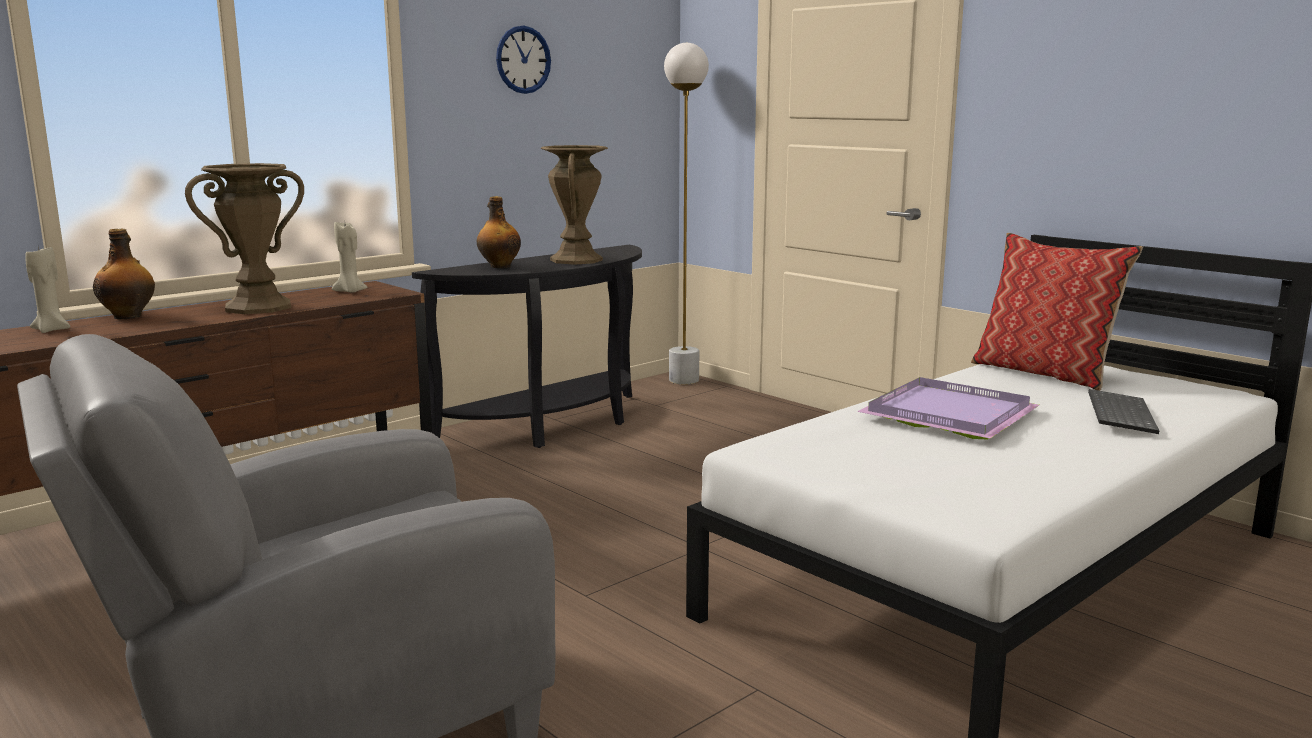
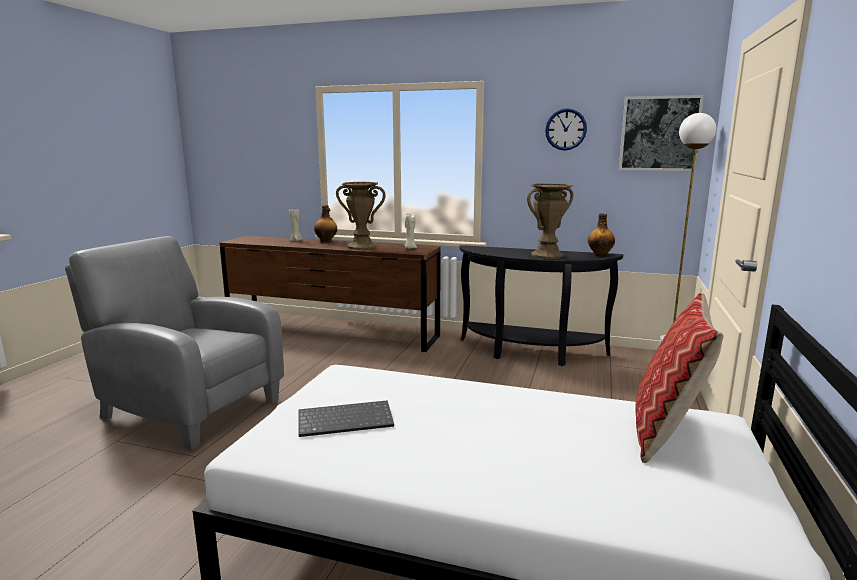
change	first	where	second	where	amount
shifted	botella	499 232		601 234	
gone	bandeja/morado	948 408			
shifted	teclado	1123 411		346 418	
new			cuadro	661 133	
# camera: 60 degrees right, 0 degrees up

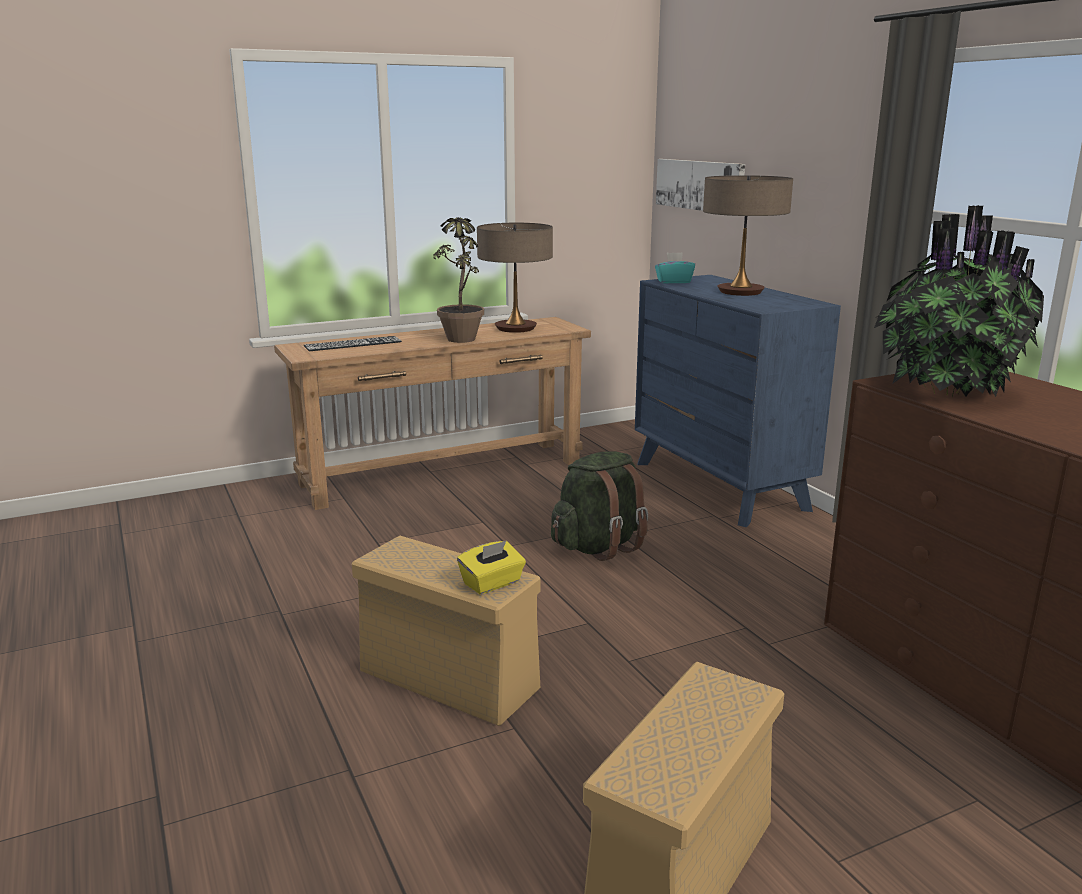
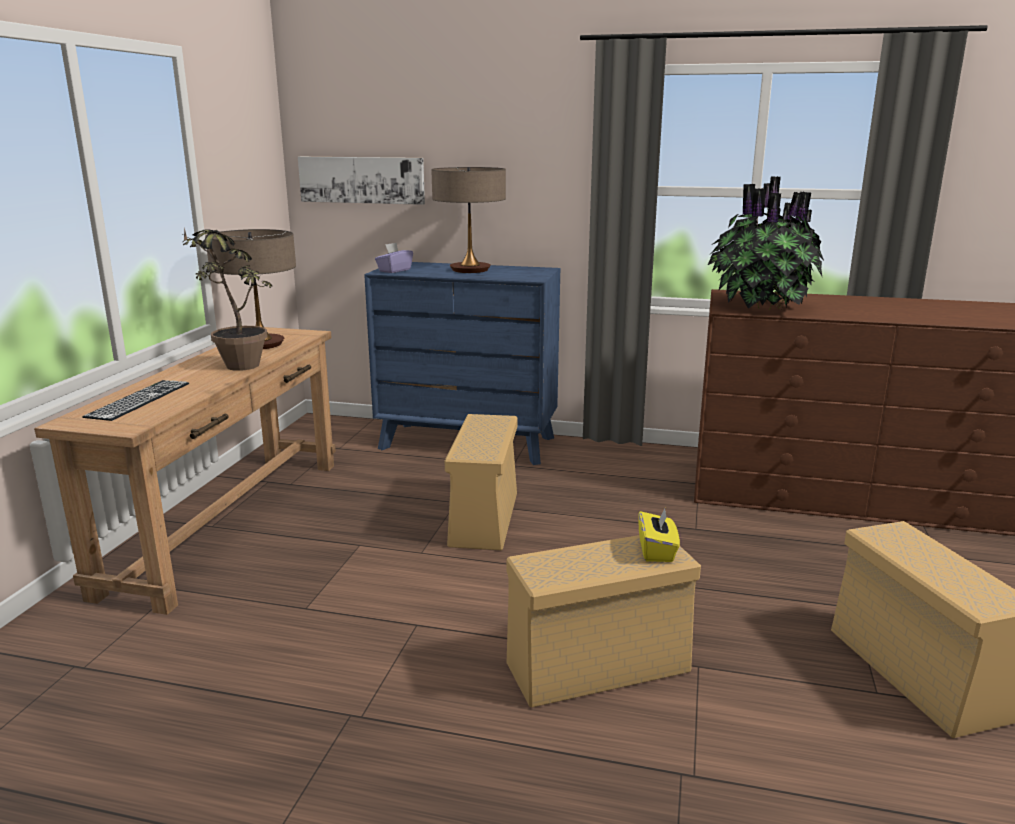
change	first	where	second	where	amount
repainted	caja de pañuelos/turquesa	675 267	caja de pañuelos/morado	394 258	
swapped	mochila/verde	599 506	caja de almacenaje/beis	481 482	
# camera: 50 degrees left, 0 degrees up

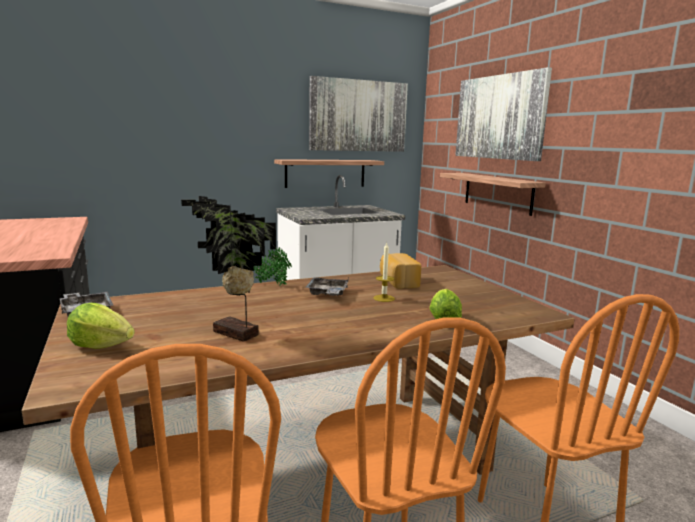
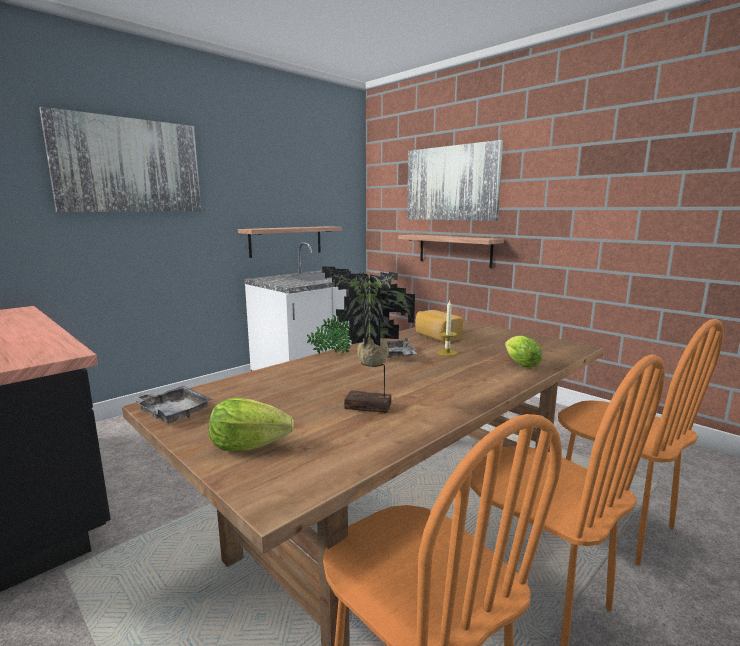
change	first	where	second	where	amount
shifted	cuadro	358 114		120 159	
# camera: 20 degrees left, 0 degrees up

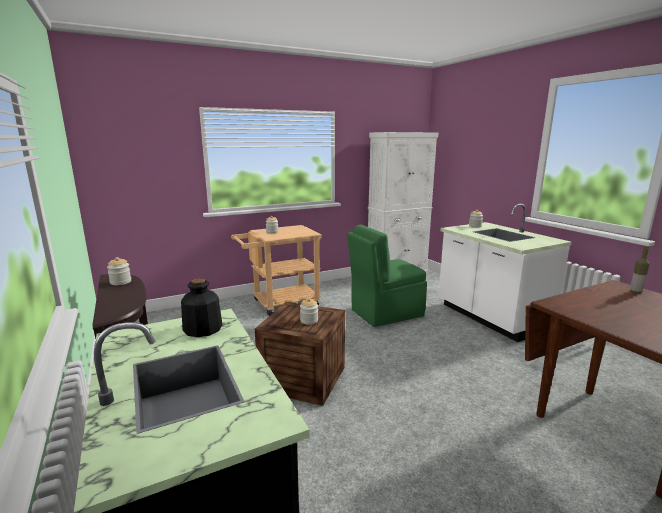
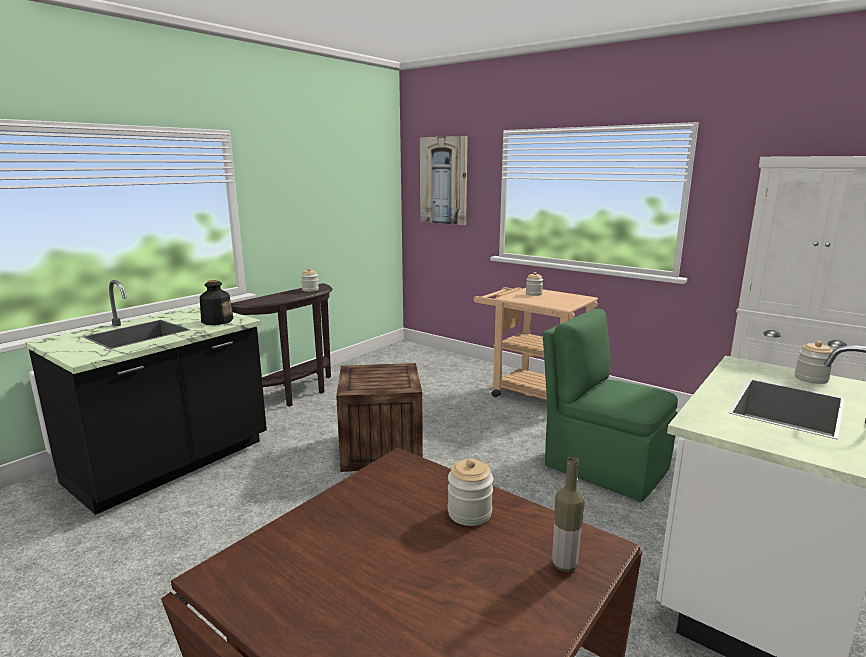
change	first	where	second	where	amount
shifted	tarro	309 311		470 492	
new			cuadro	444 180	
# camera: 65 degrees right, 0 degrees up

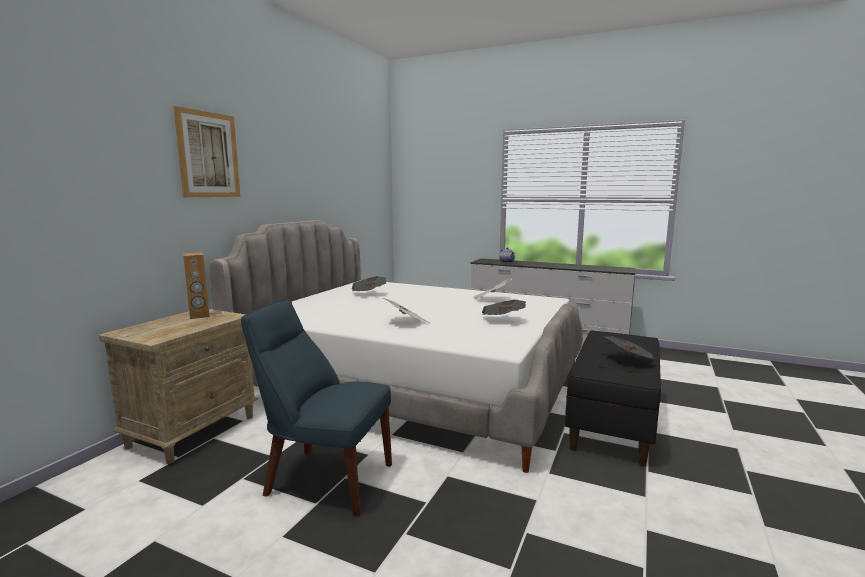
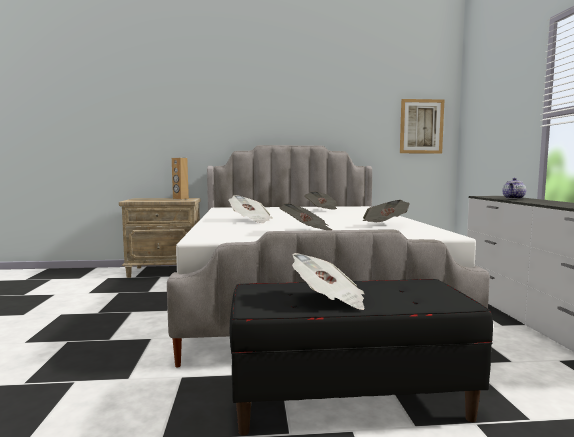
change	first	where	second	where	amount
shifted	cuadro	206 152		422 126	
gone	silla/azul	316 408			
# camera: 60 degrees right, 5 degrees down

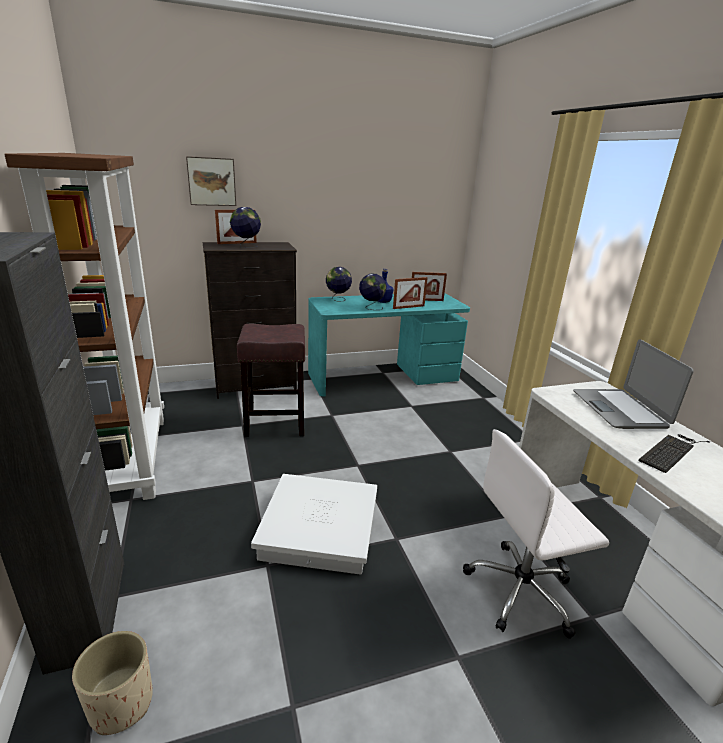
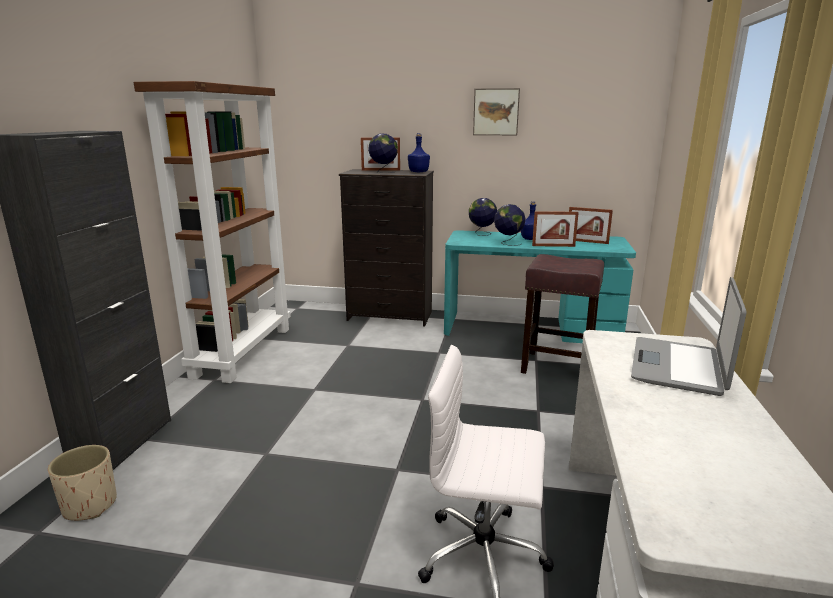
change	first	where	second	where	amount
shifted	cuadro	211 181		496 111	
shifted	taburete/marrón	271 380		562 314	
gone	teclado	674 453			
gone	caja de almacenaje/blanco	314 524			
new			botella/azul	419 152	
# camera: 30 degrees right, 5 degrees down

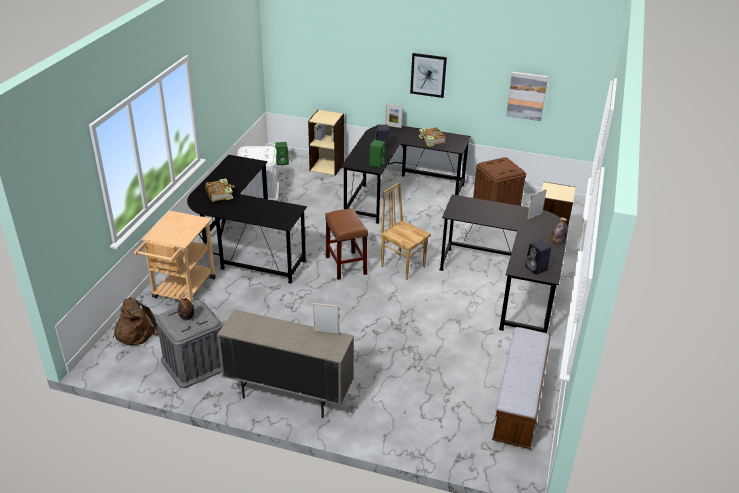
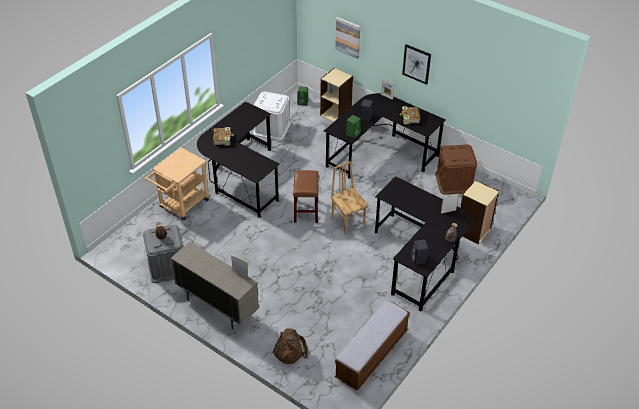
change	first	where	second	where	amount
shifted	cuadro	527 96		347 38	
shifted	mochila/marrón	135 321		290 346	
# camera: 20 degrees right, 10 degrees up

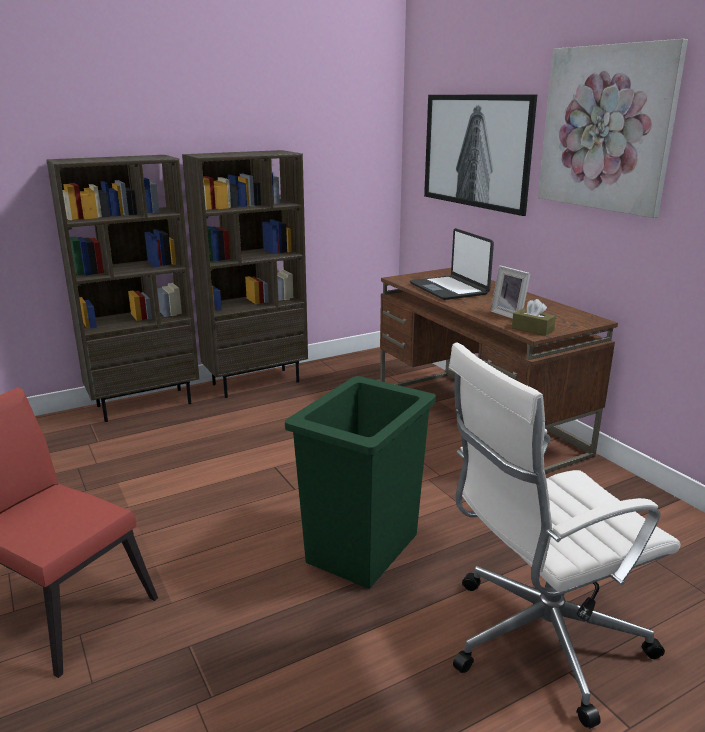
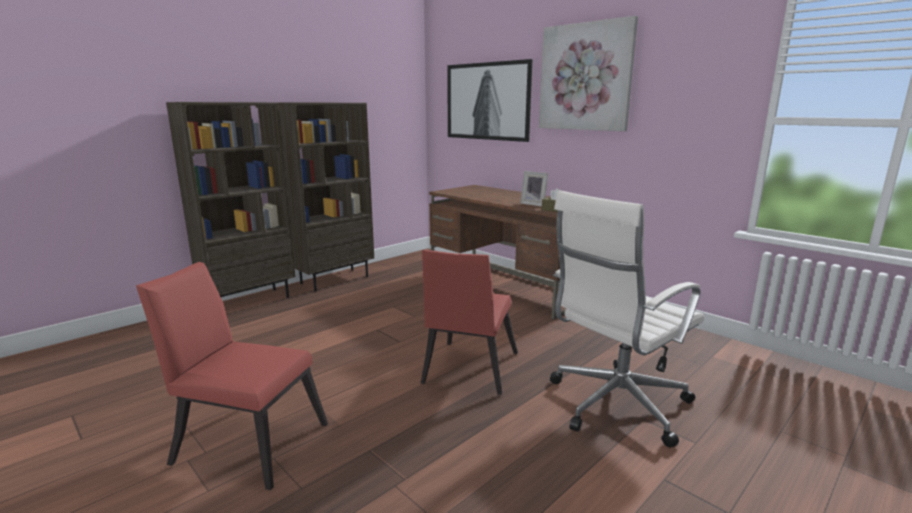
change	first	where	second	where	amount
gone	portátil	452 264			
swapped	papelera/verde	360 482	silla/rojo	469 322	
# camera: 15 degrees left, 5 degrees down

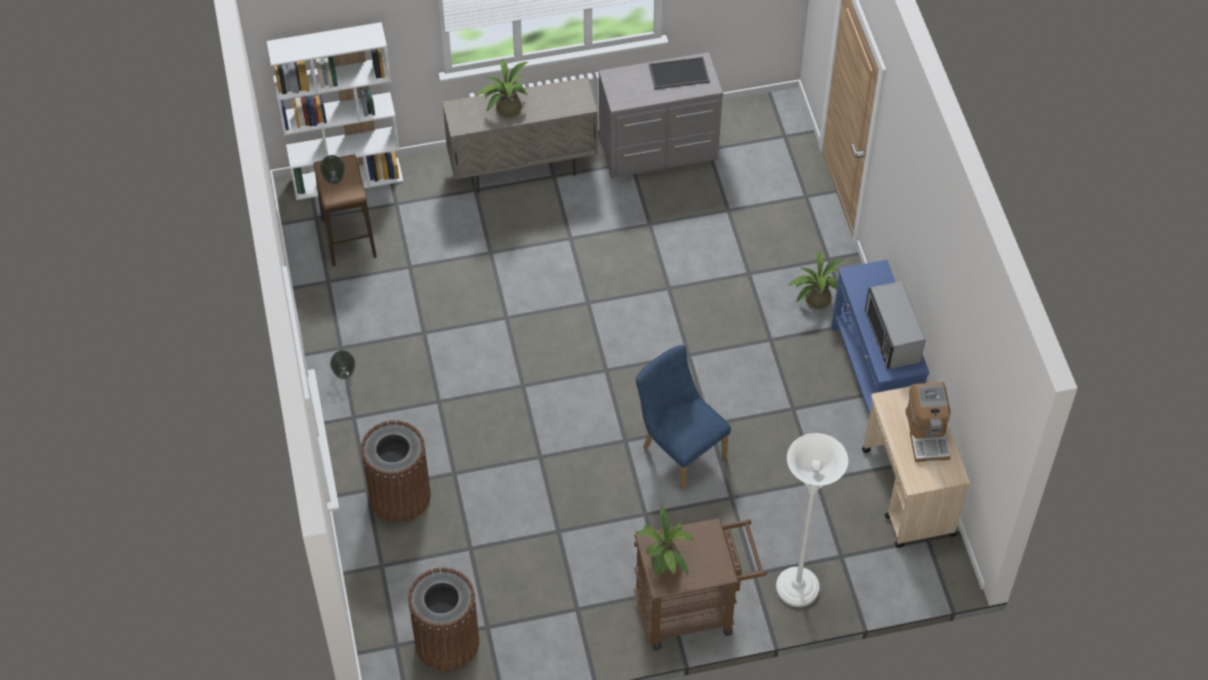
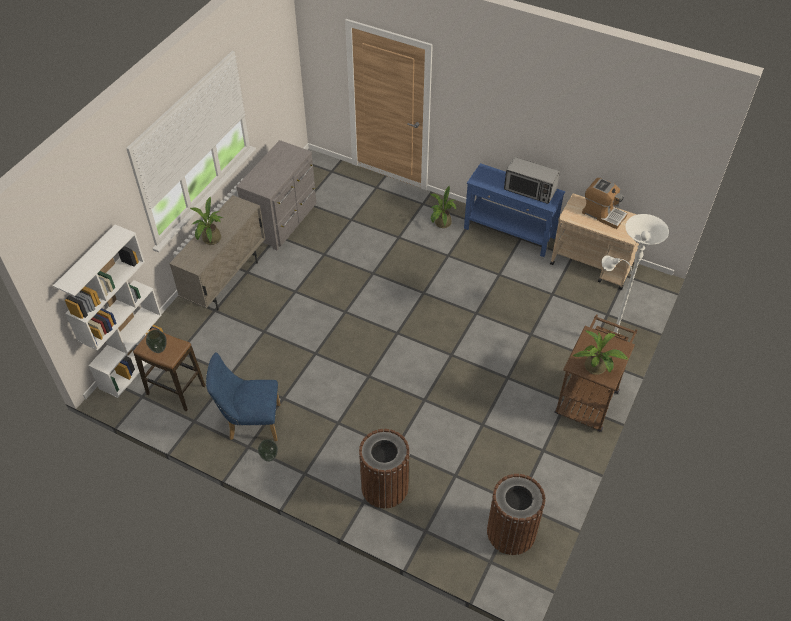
change	first	where	second	where	amount
gone	bandeja	679 73			
shifted	silla/azul	683 417		243 396	
# camera: 50 degrees left, 5 degrees down

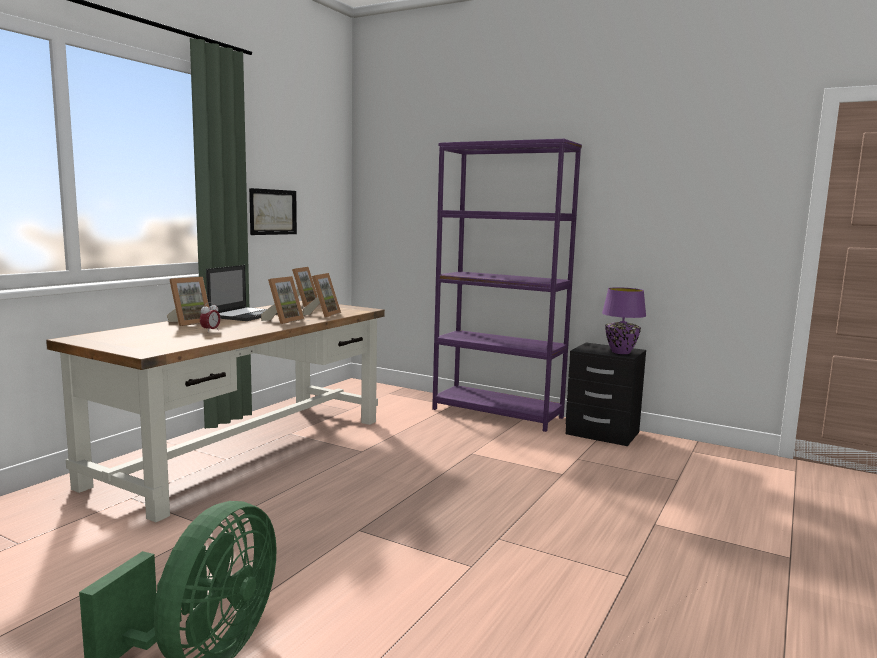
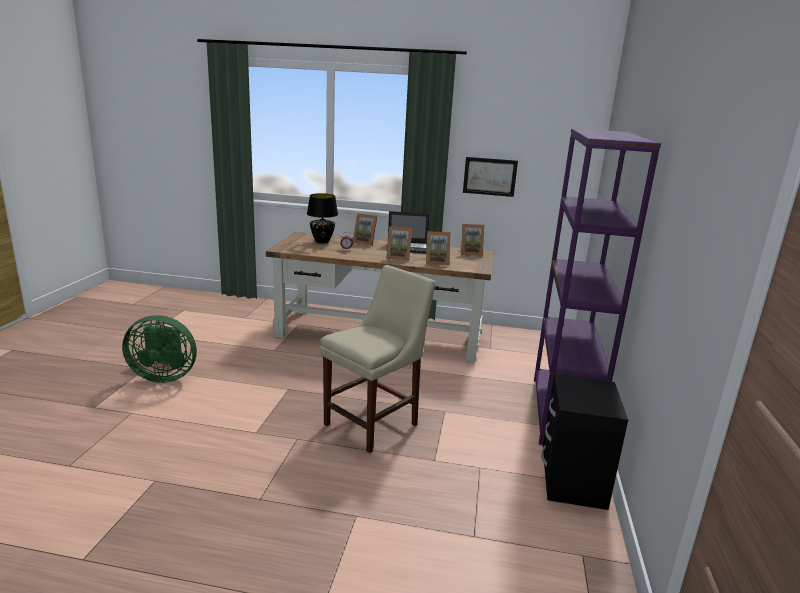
change	first	where	second	where	amount
gone	lámpara de mesa/morado	624 320			
new			lámpara de mesa/negro	322 218	
new			silla/beis	377 359	
# camera: 70 degrees right, 10 degrees up

